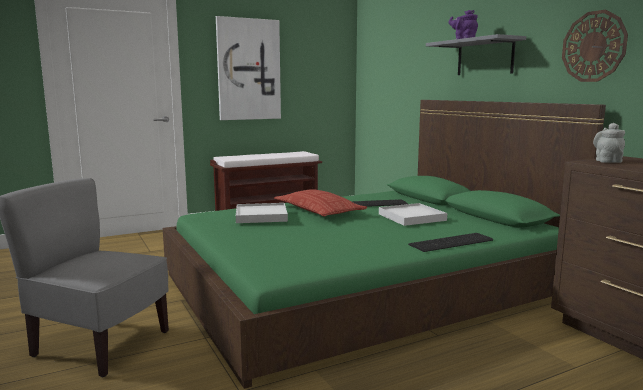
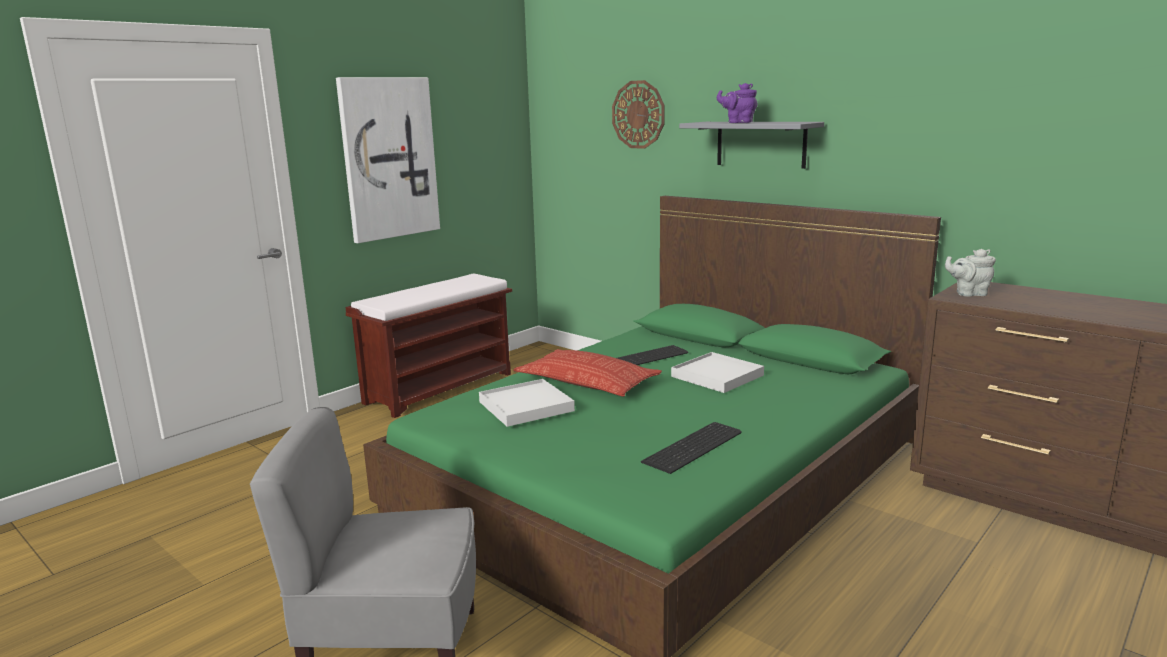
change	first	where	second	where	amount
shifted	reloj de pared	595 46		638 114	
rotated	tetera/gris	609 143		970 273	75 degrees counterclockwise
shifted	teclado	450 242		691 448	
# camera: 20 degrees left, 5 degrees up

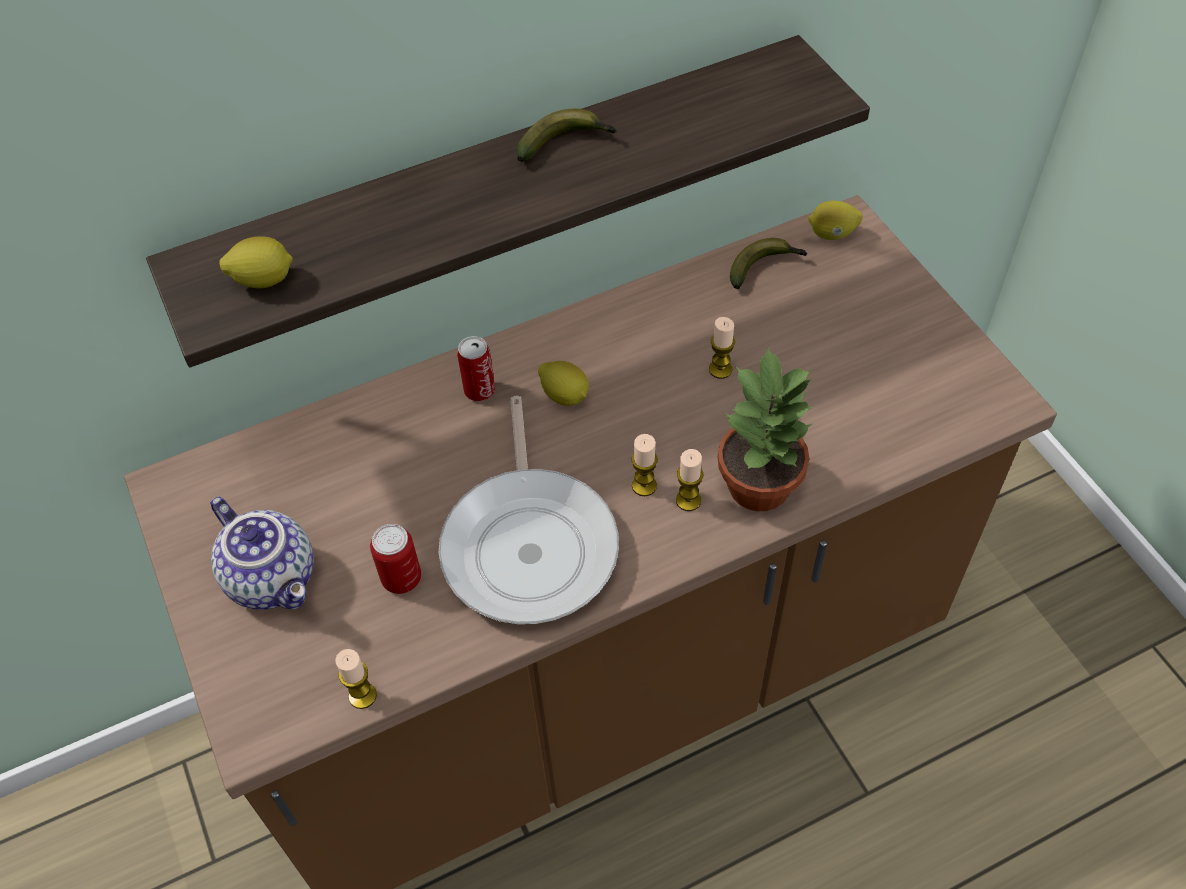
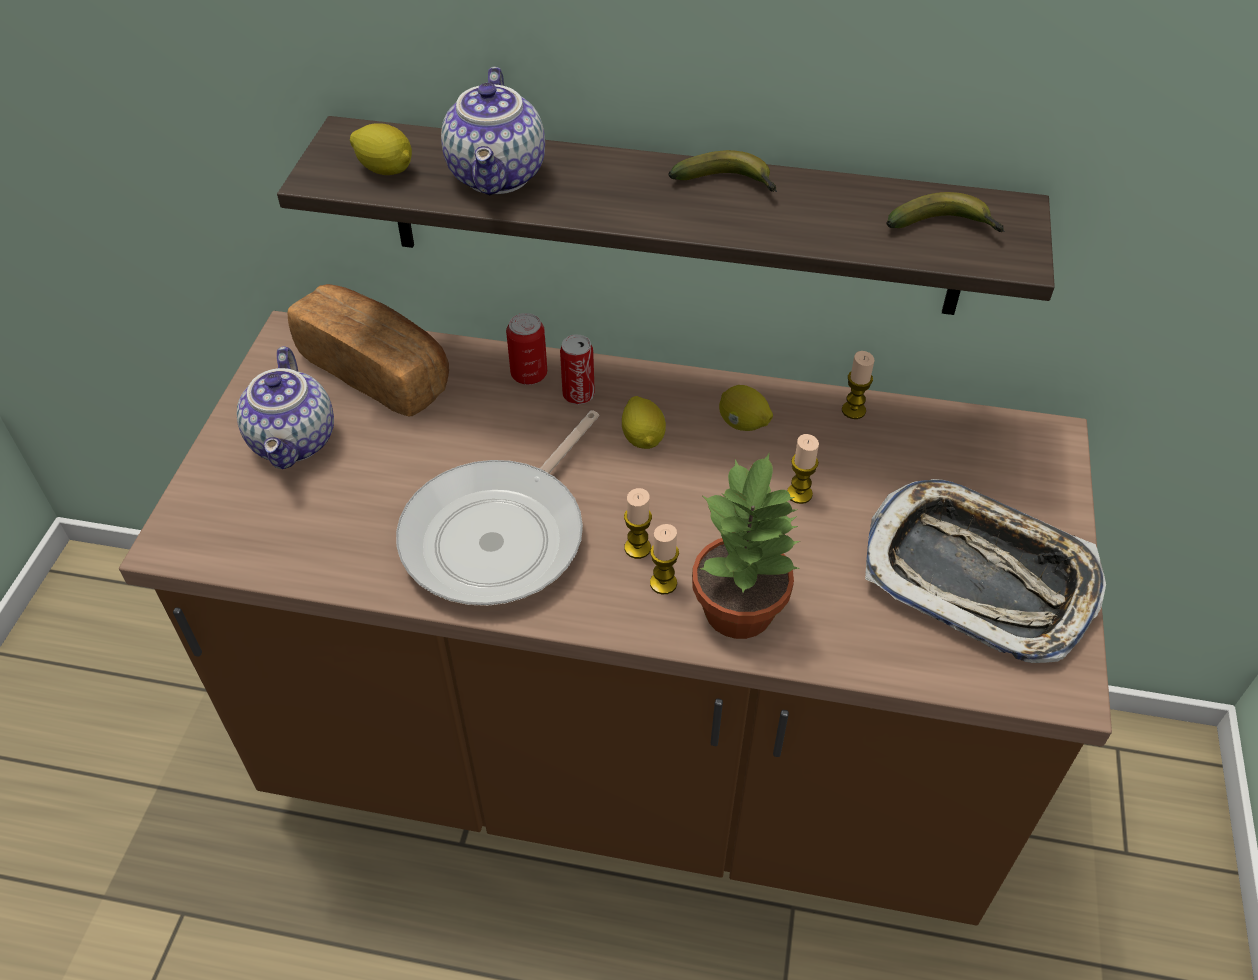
change	first	where	second	where	amount
shifted	limón	835 220		746 408	
shifted	plátano	768 263		945 212	
shifted	lata	395 559		526 349	
shifted	vela	356 679		858 385	
new			tetera	493 131	
new			pan	368 350	
new			bandeja	985 571	
# camera: 35 degrees right, 5 degrees down

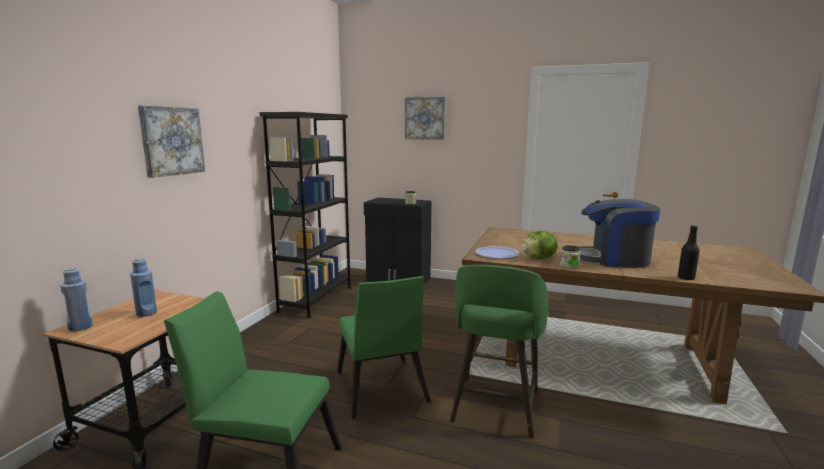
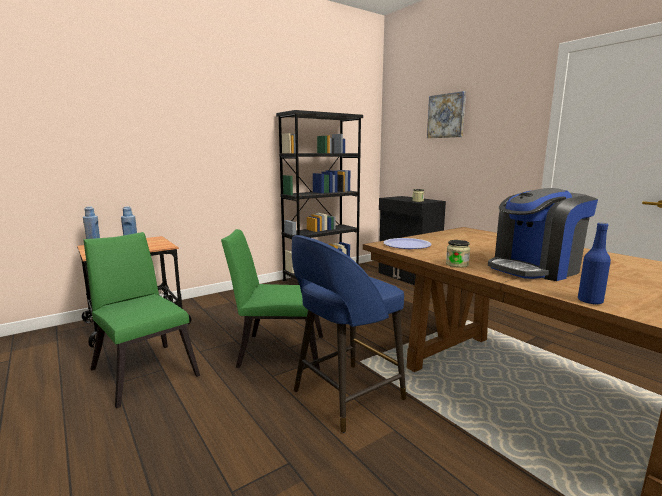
change	first	where	second	where	amount
gone	cuadro	171 142			
rotated	cafetera	619 233		543 234	75 degrees counterclockwise
repainted	botella/negro	688 252	botella/azul	594 263	
gone	lechuga	539 245			
repainted	taburete/verde	499 351	taburete/azul	349 334	
rotated	silla/verde	384 348		272 299	75 degrees clockwise
# camera: 35 degrees right, 0 degrees up

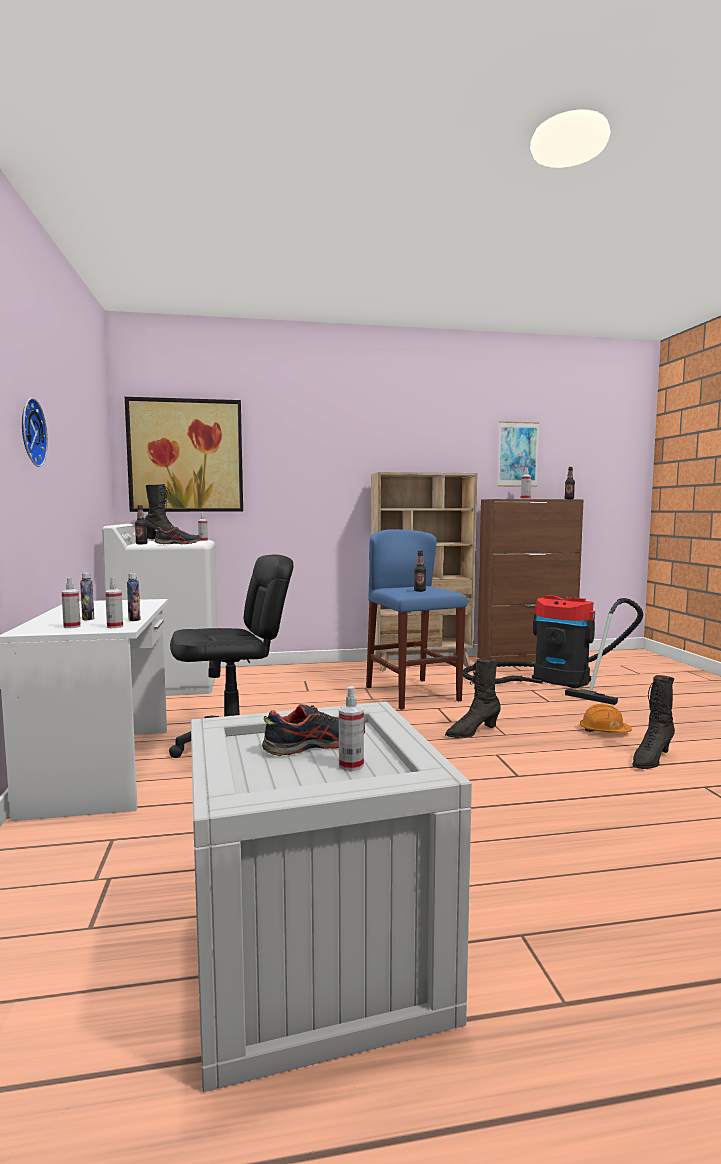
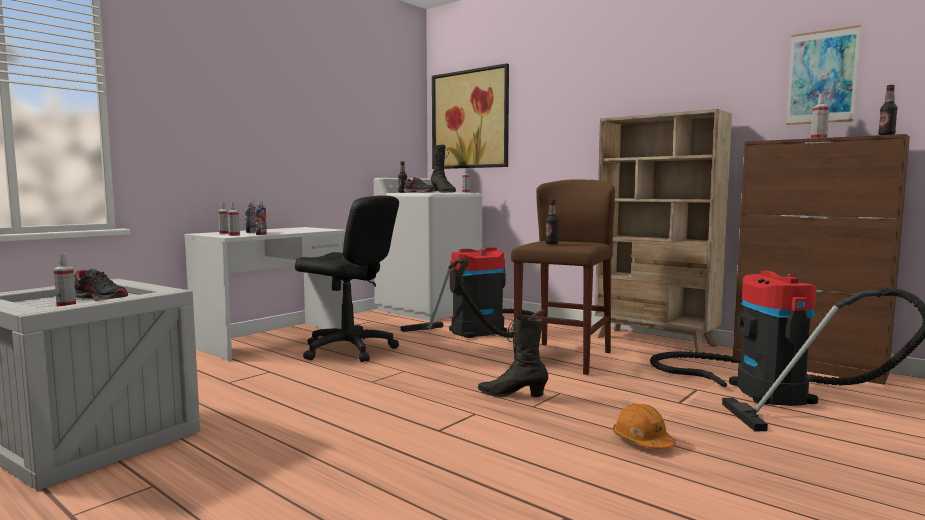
change	first	where	second	where	amount
gone	reloj de pared	35 432			
repainted	taburete/azul	416 619	taburete/marrón	563 277	
gone	bota/negro	653 722			
new			aspiradora	468 292	
# camera: 50 degrees right, 0 degrees up

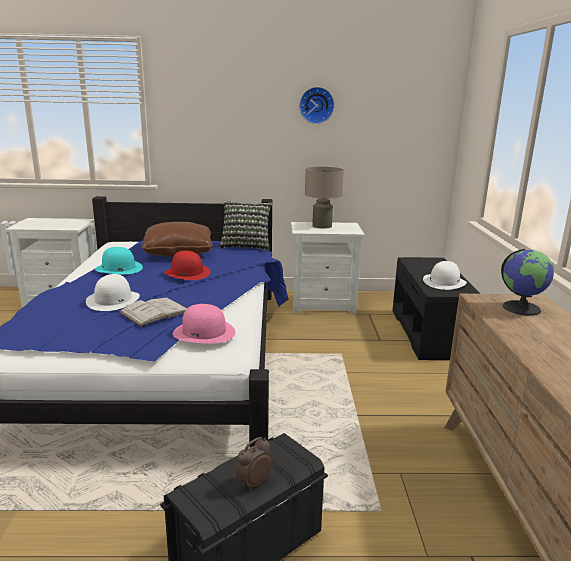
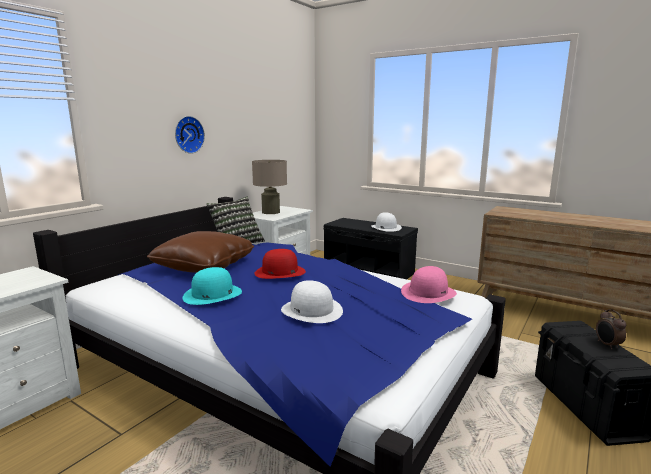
change	first	where	second	where	amount
shifted	reloj de pared	317 105		190 135	
gone	globo terráqueo	527 282			
gone	libro/blanco	153 311			
# camera: 55 degrees left, 5 degrees down

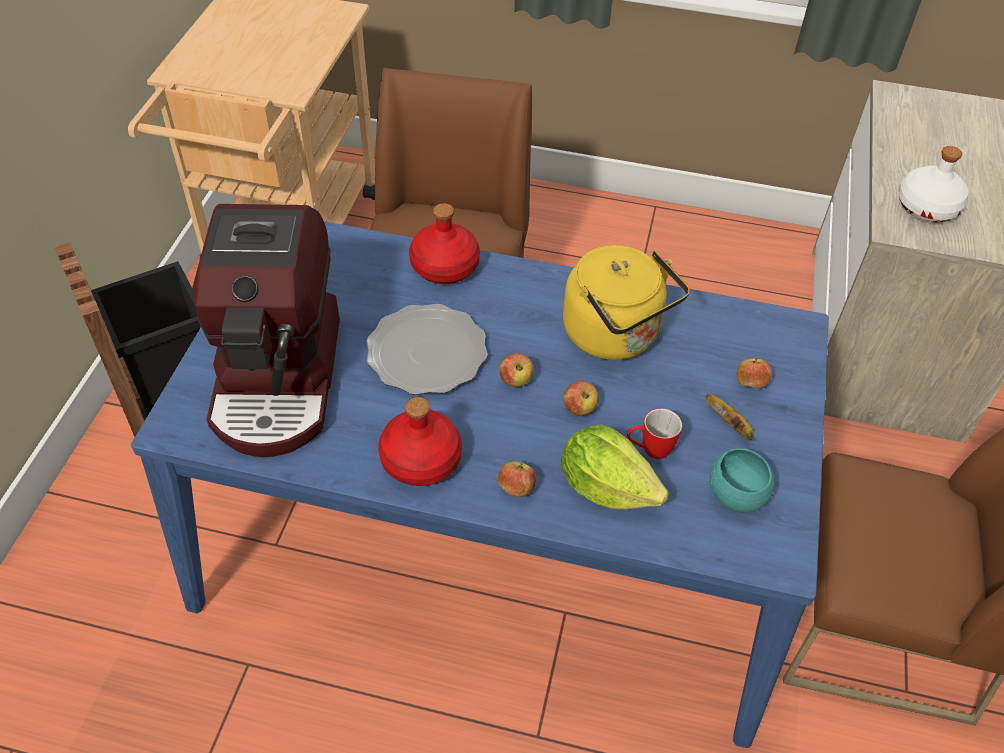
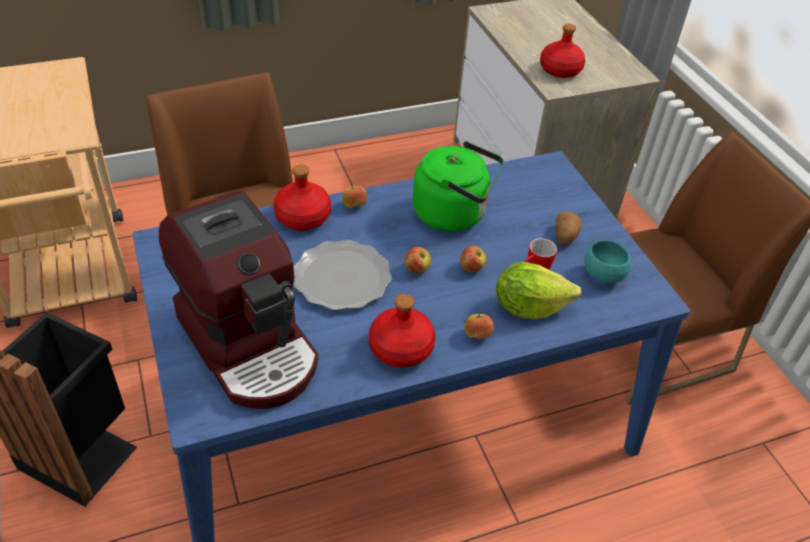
change	first	where	second	where	amount
repainted	botella/blanco	933 184	botella/rojo	562 51	
repainted	hervidor/amarillo	626 302	hervidor/verde	458 186	
shifted	manzana	754 373		355 197	
swapped	plátano	730 417	patata	568 228	
# camera: 35 degrees left, 5 degrees down

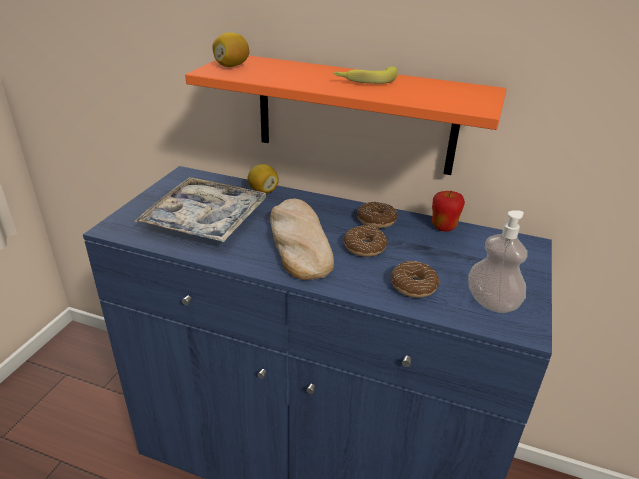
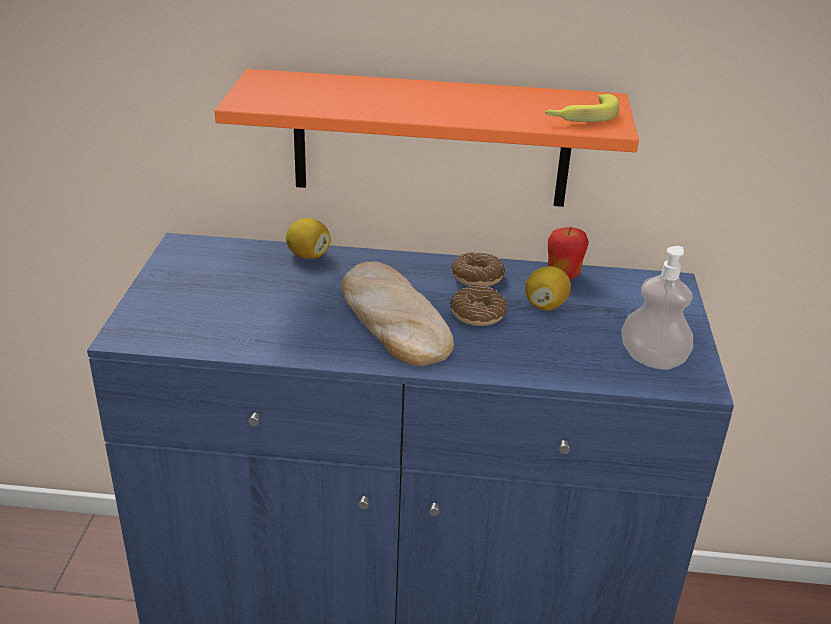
change	first	where	second	where	amount
shifted	limón	230 49		548 288	
shifted	plátano	365 75		582 108	
gone	bandeja	200 209			
gone	rosquilla	415 279			
# camera: 15 degrees left, 0 degrees up

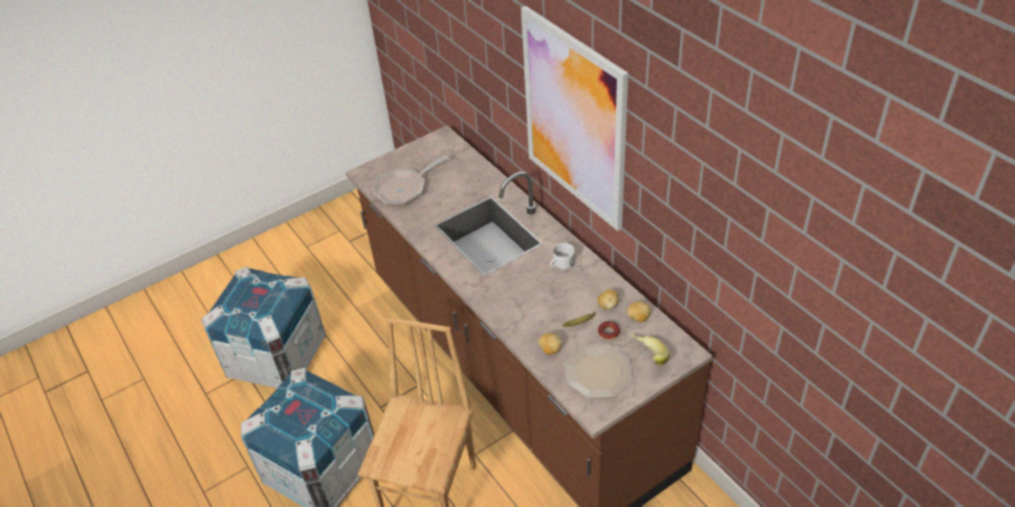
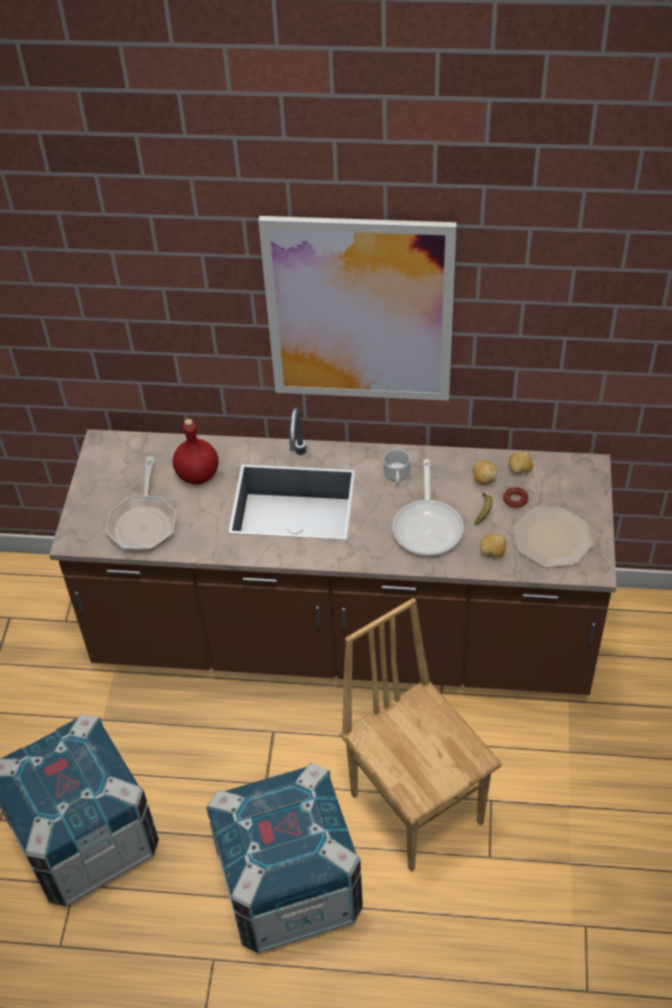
change	first	where	second	where	amount
gone	plátano	650 349			
new			botella/rojo	196 452	
new			sartén	428 507	
# camera: 50 degrees left, 5 degrees up

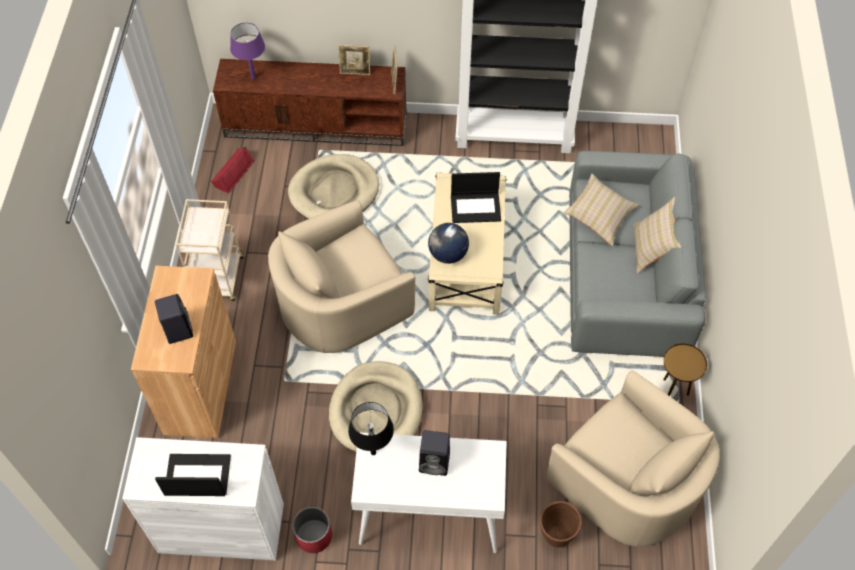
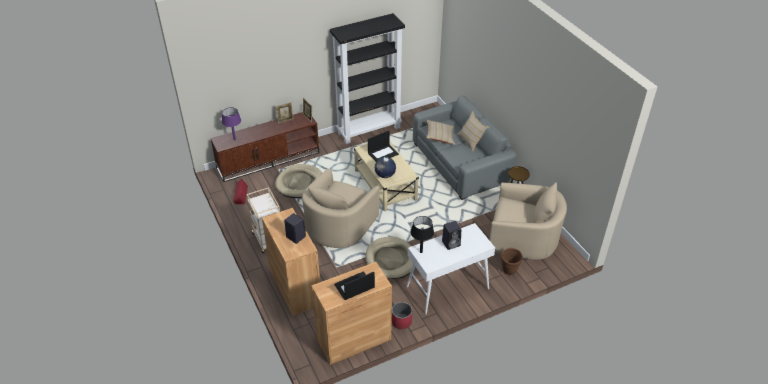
change	first	where	second	where	amount
repainted	armario/blanco	203 499	armario/marrón	351 313	
# camera: 30 degrees left, 15 degrees down

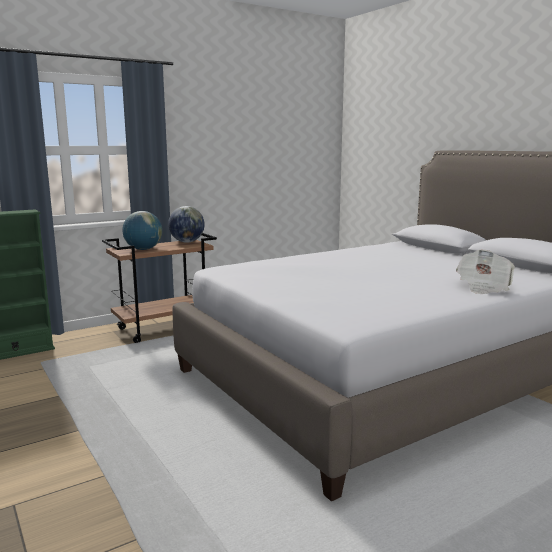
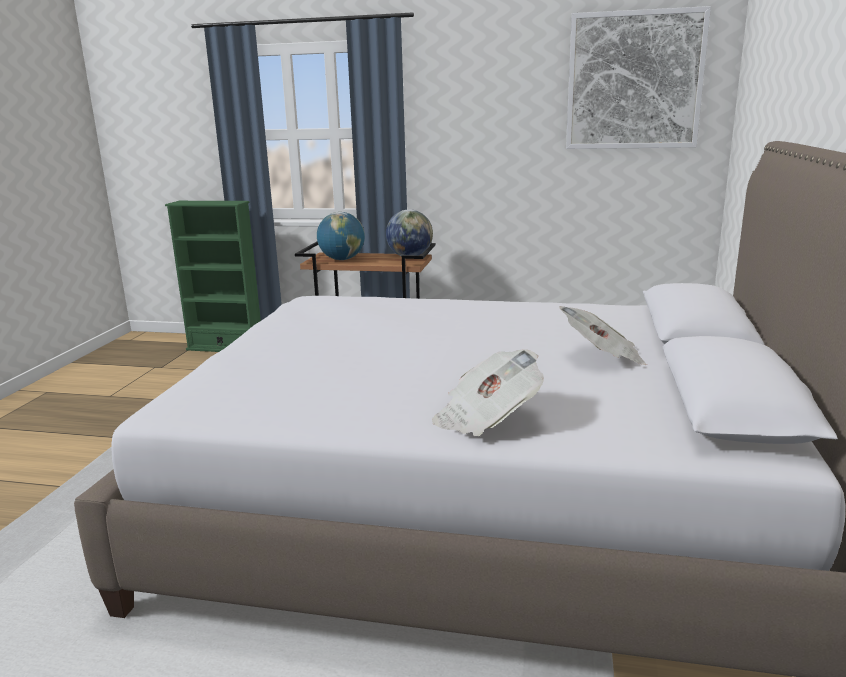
change	first	where	second	where	amount
new			cuadro	638 77	
new			periódico	603 335	
# camera: 45 degrees right, 5 degrees up

